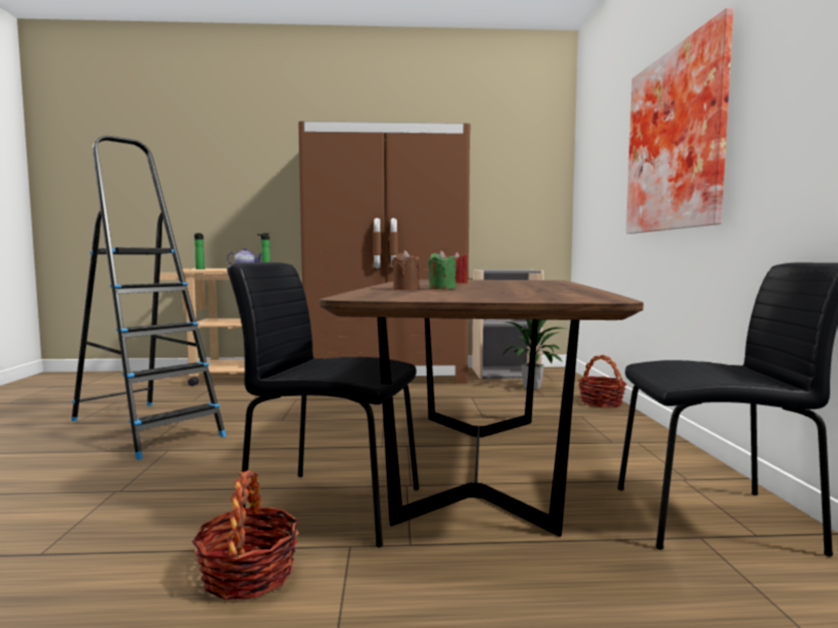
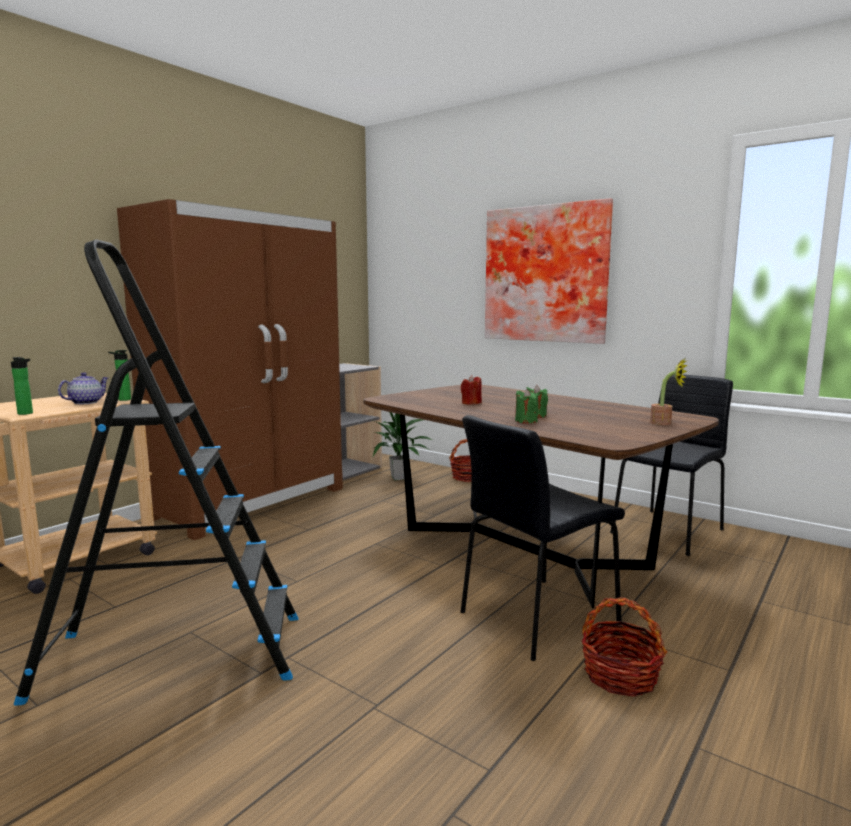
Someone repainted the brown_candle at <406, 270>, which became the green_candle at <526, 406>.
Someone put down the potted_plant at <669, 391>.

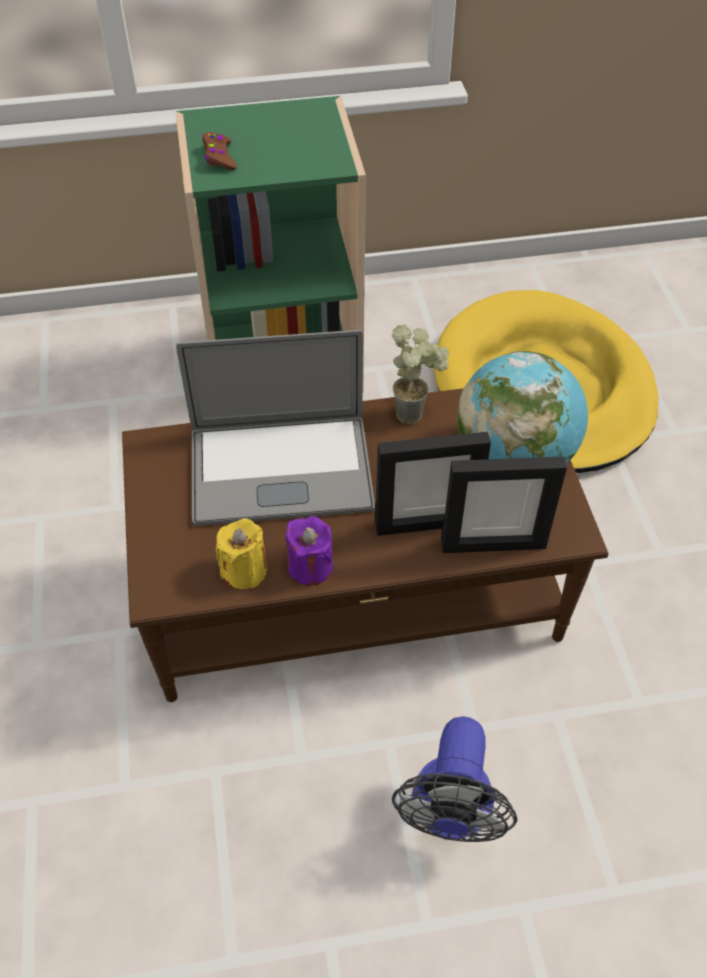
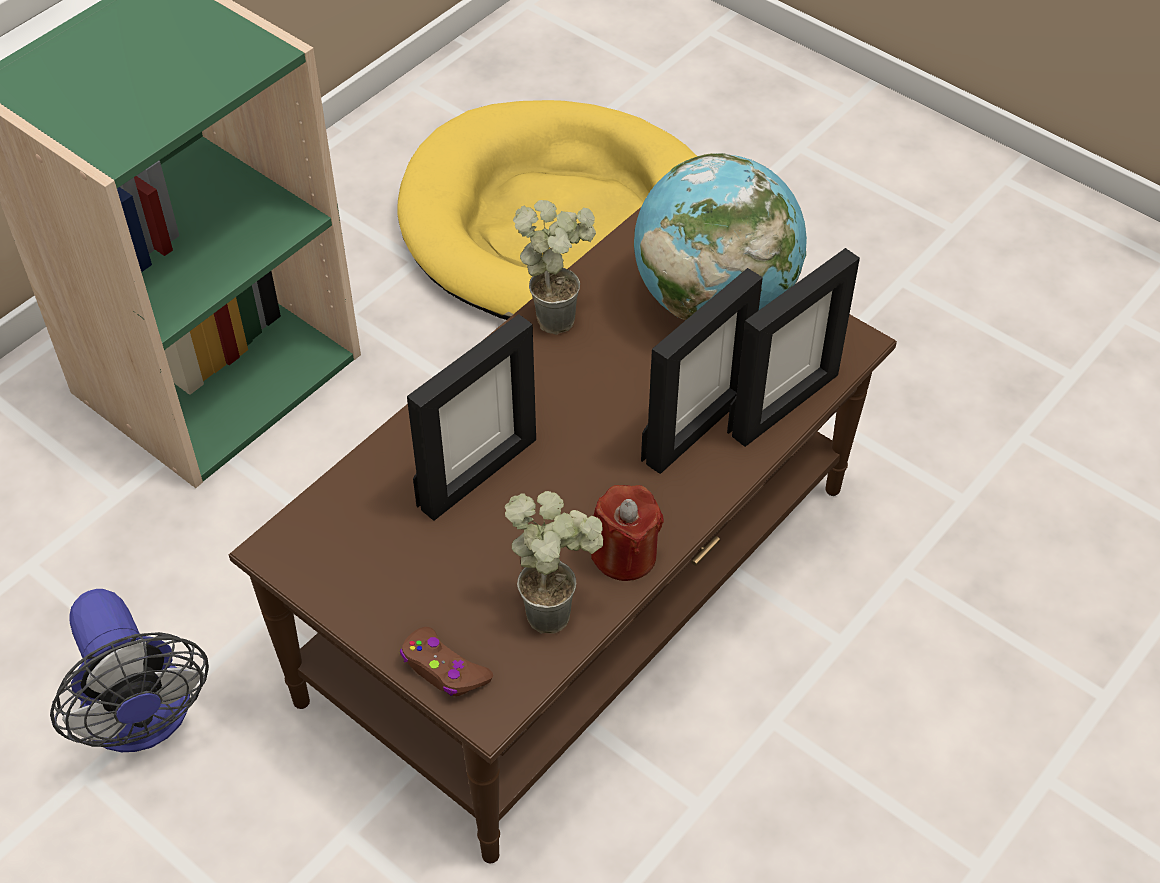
Someone carried the brown_game_controller from <219, 151> to <446, 661>.
Someone swapped the laptop at <275, 428> for the picture_frame at <471, 417>.
Someone repainted the purple_candle at <309, 551>, which became the red_candle at <627, 533>.
Someone swapped the yellow_candle at <241, 553> for the potted_plant at <554, 562>.
Someone carried the fan from <454, 779> to <129, 670>.

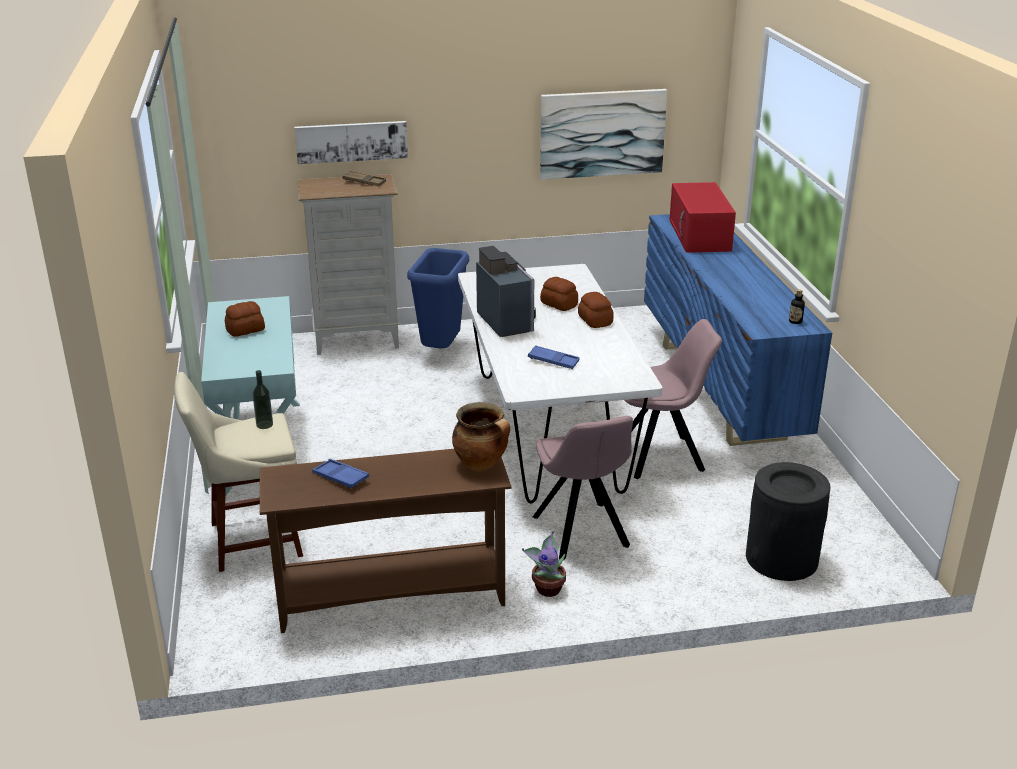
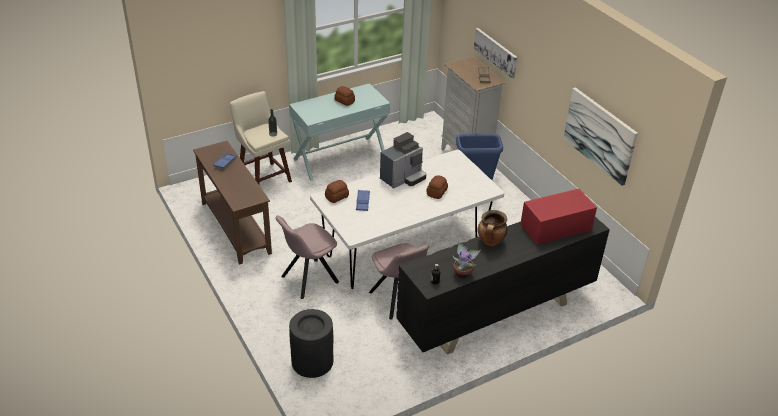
Someone repainted the blue_cabinet at <738, 330>, which became the black_cabinet at <503, 286>.
Someone carried the bread from <596, 310> to <337, 191>.
Someone carried the cooking_pot from <481, 436> to <493, 228>.
Someone carried the potted_plant from <544, 564> to <466, 260>.

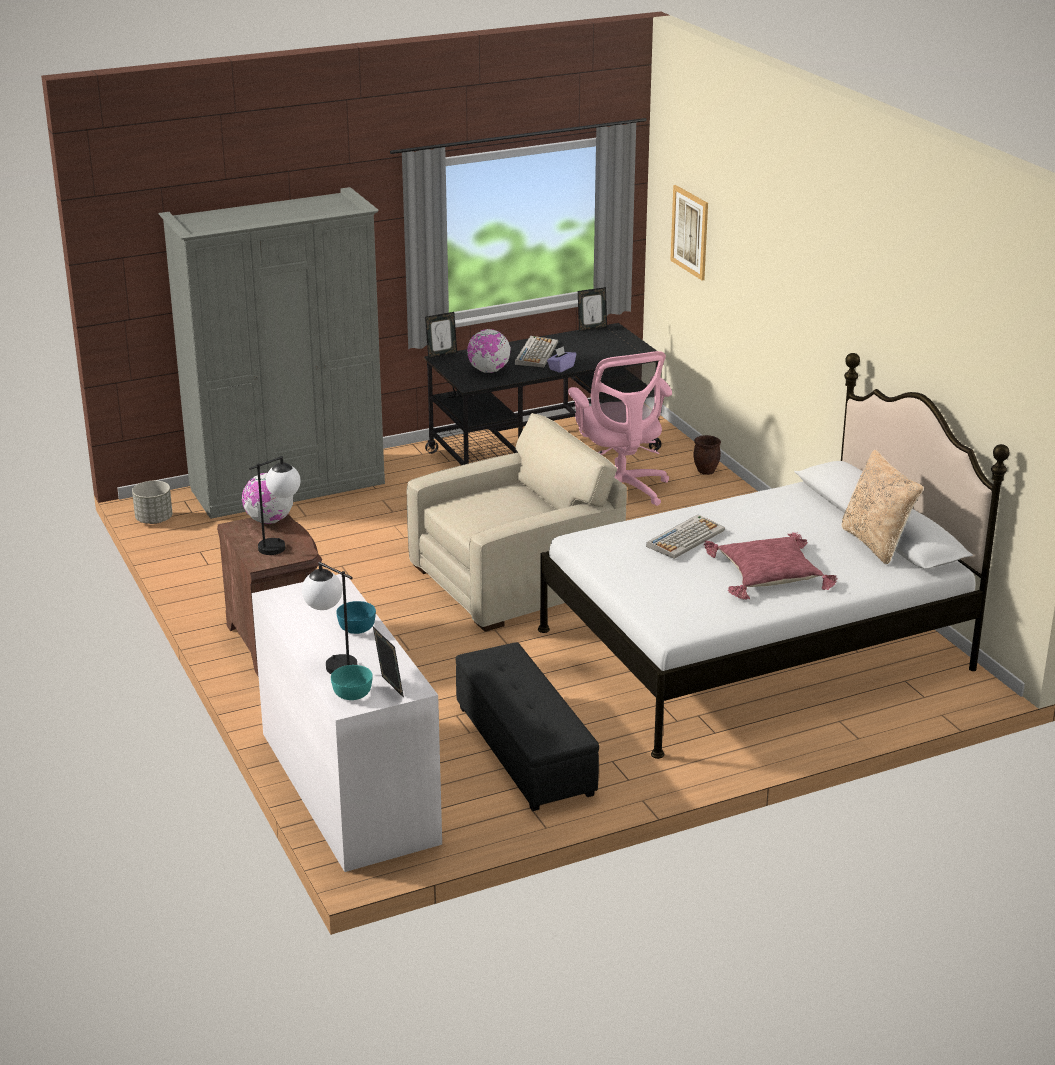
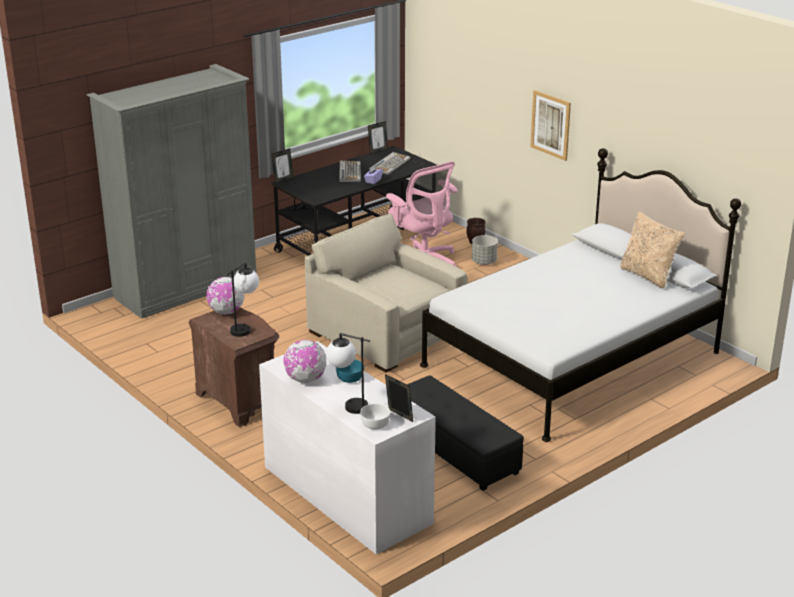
Someone carried the picture from <689, 233> to <550, 125>.
Someone carried the globe from <489, 351> to <305, 361>.
Someone rotated the beige_armchair at <517, 522> by 90 degrees counterclockwise.
Someone carried the grey_planter from <152, 502> to <485, 250>.
Someone carried the keyboard from <685, 537> to <392, 163>.
Someone took away the red_pillow at <771, 566>.
Someone repainted the turquoise_bowl at <352, 682>, which became the white_bowl at <375, 416>.

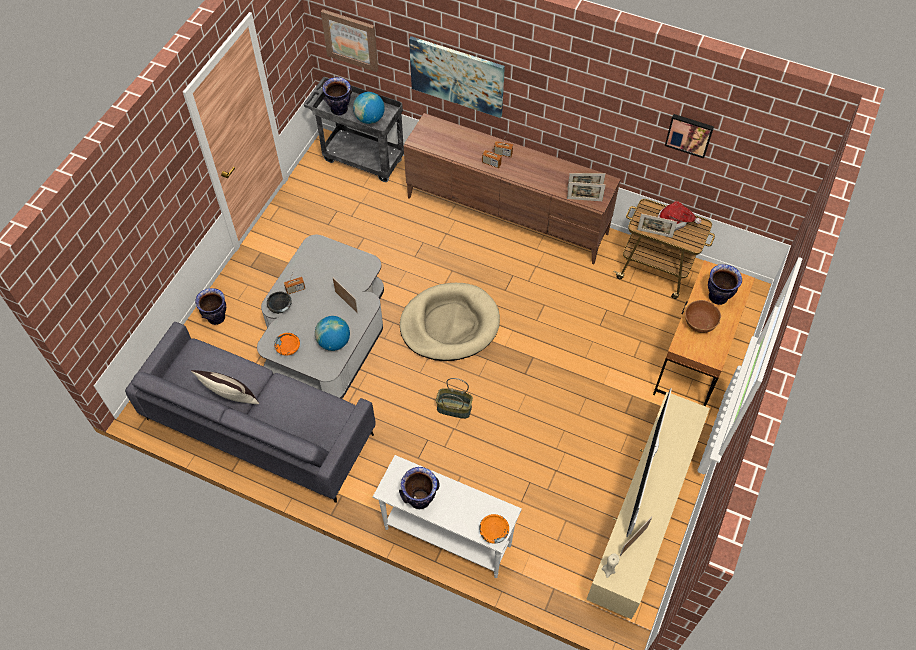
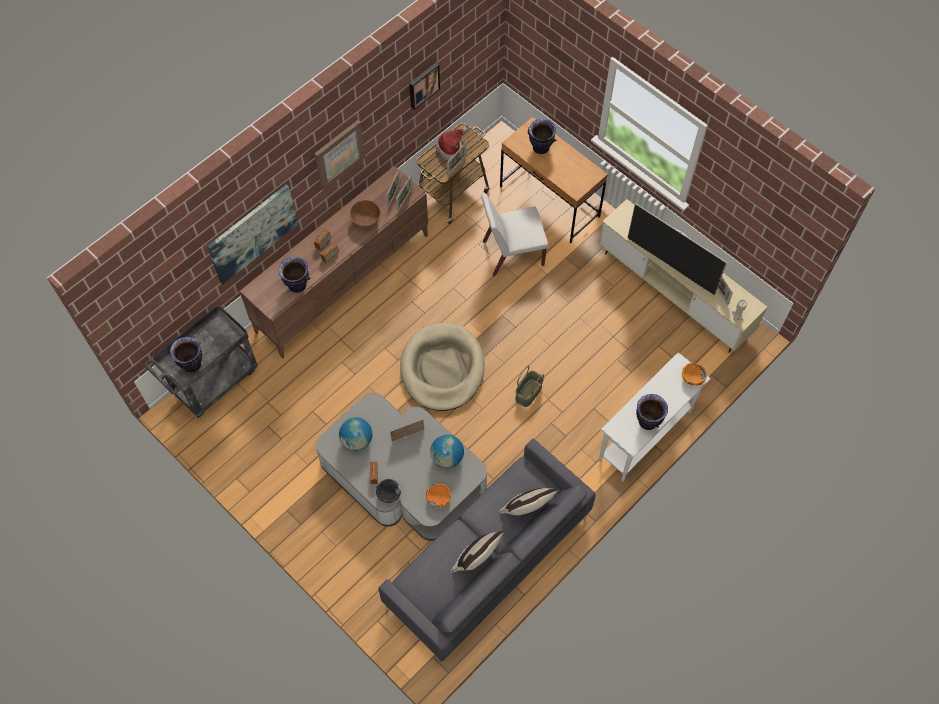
Someone carried the picture from <349, 40> to <339, 155>.
Someone carried the globe from <369, 108> to <356, 434>.
Someone carried the vase from <210, 306> to <294, 275>.
Someone carried the brown_bowl from <703, 316> to <365, 214>.
Someone put down the white_chair at <514, 234>.
Someone put down the pillow at <528, 501>.

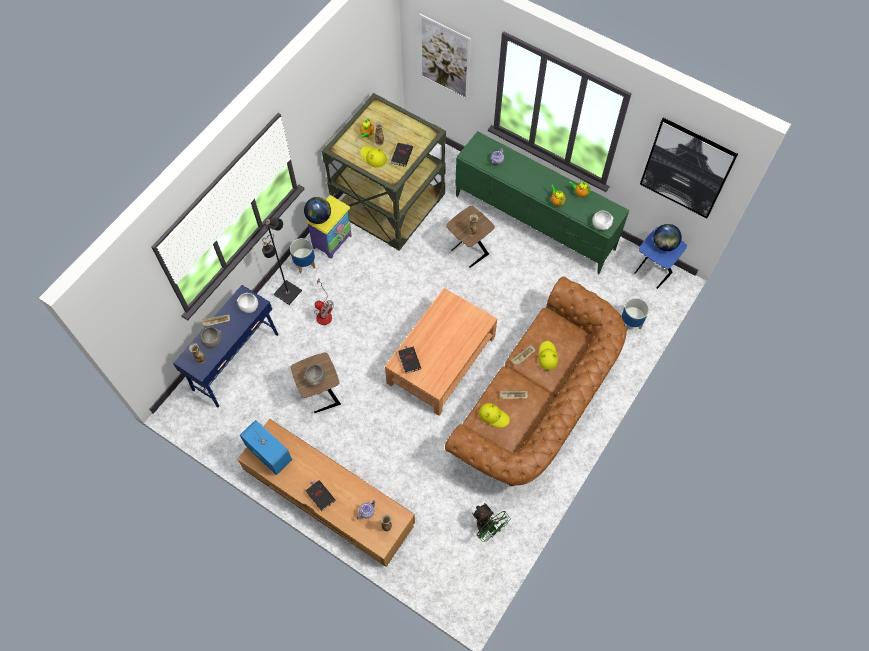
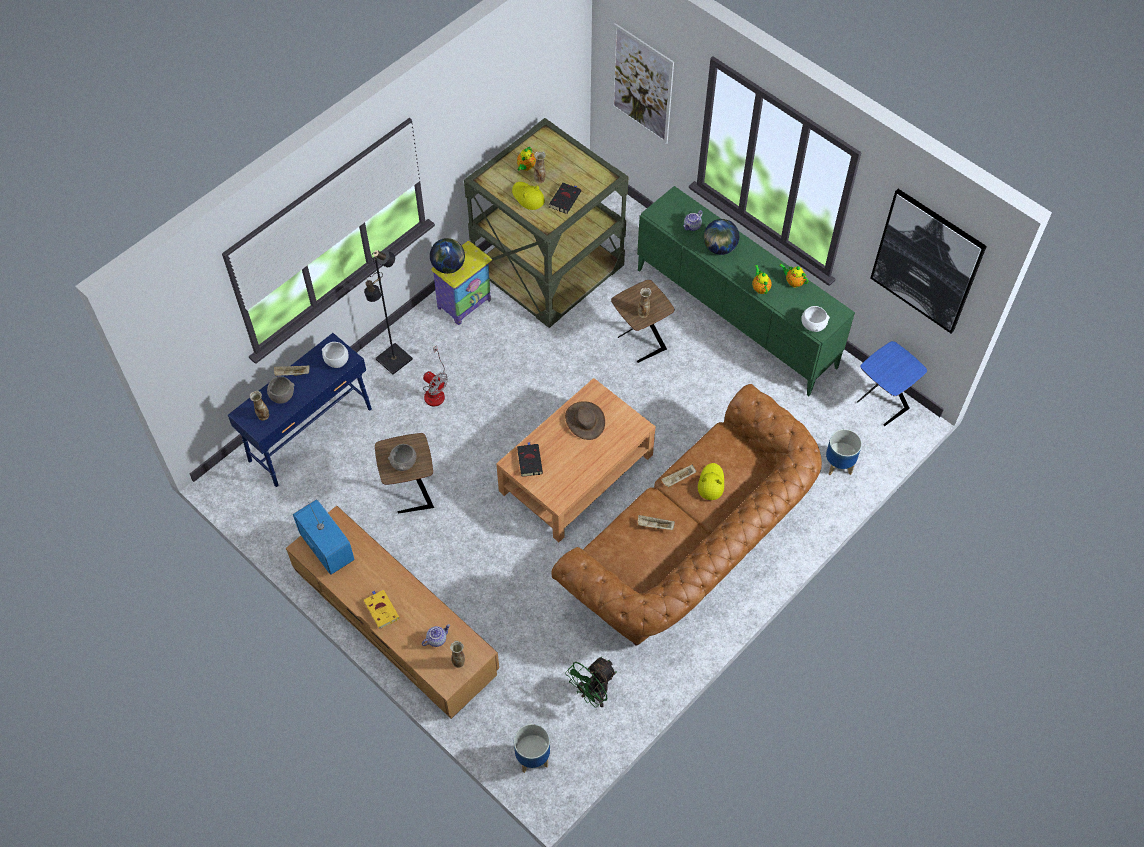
Someone carried the globe from <667, 237> to <721, 237>.
Someone carried the planter from <303, 255> to <532, 748>.
Someone took away the yellow_hat at <494, 415>.
Someone repainted the black_book at <320, 495>, which became the yellow_book at <382, 609>.
Someone rotated the green_fan at <491, 522> by 75 degrees clockwise.
Someone put down the brown_hat at <585, 420>.

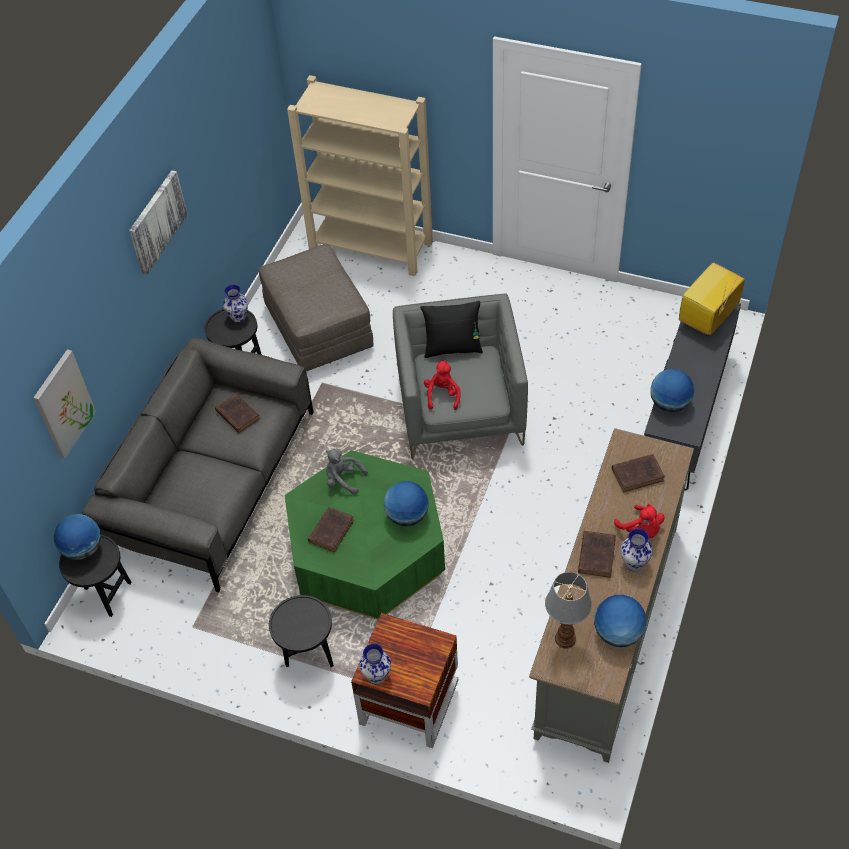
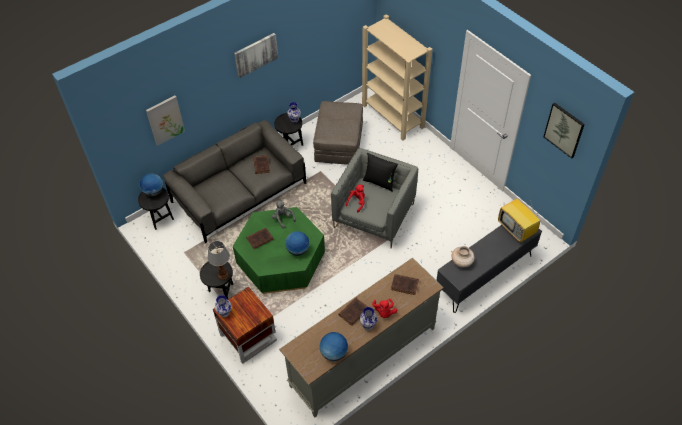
Someone rotated the television at <712, 299> by 105 degrees counterclockwise.
Someone swapped the globe at <672, 390> for the beige_vase at <463, 257>.
Someone carried the table_lamp from <568, 610> to <219, 260>.
Someone put up the picture at <564, 131>.

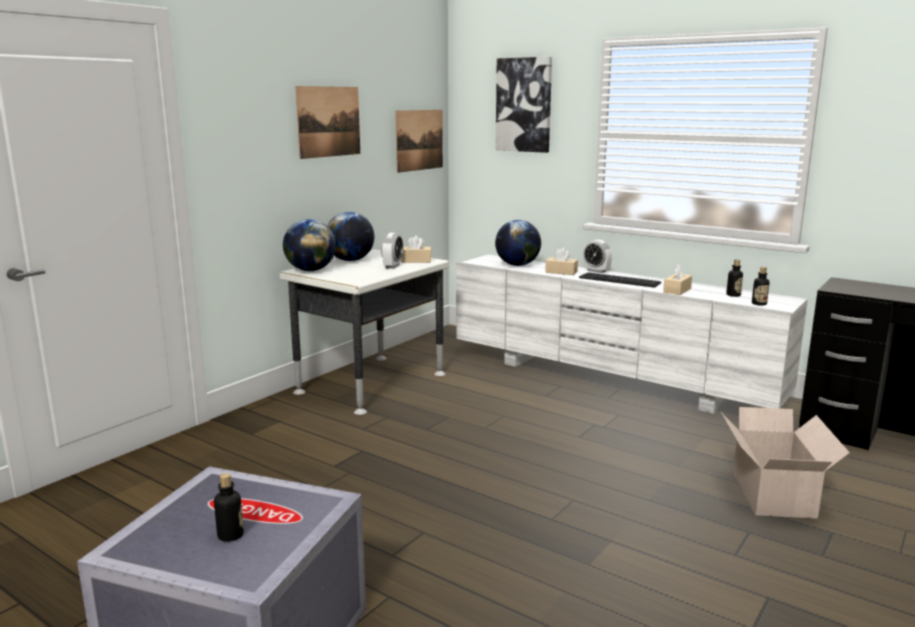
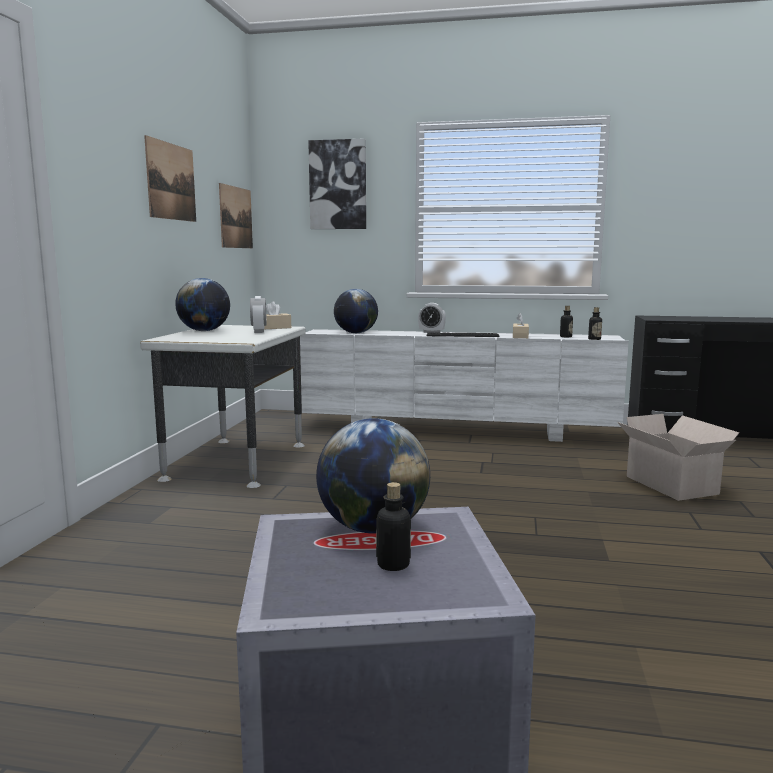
Someone carried the globe from <309, 245> to <373, 476>.
Someone took away the beige_tissue_box at <561, 261>.

